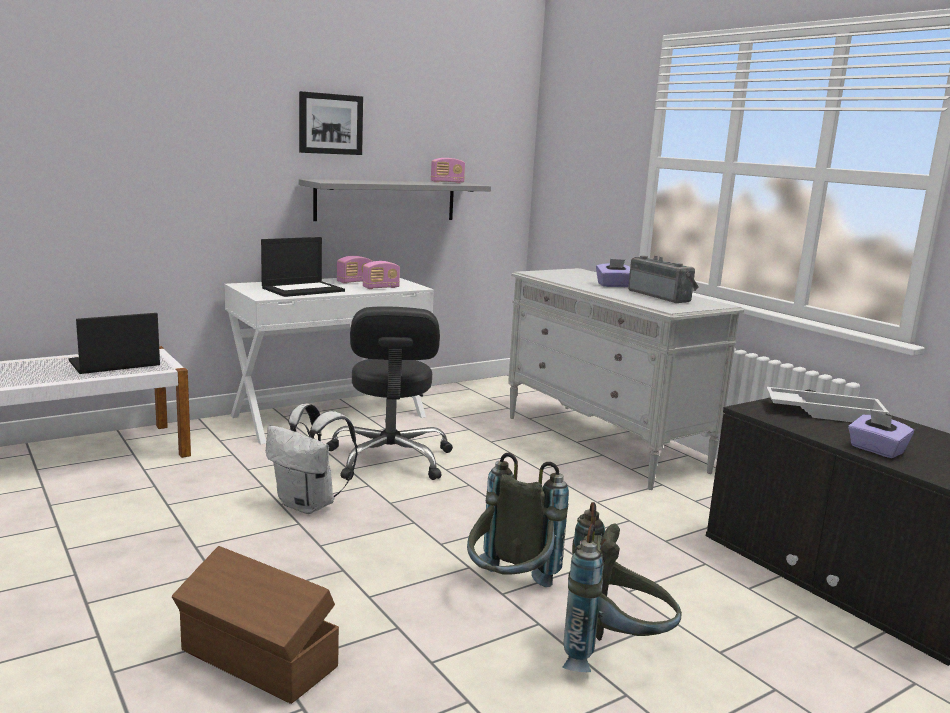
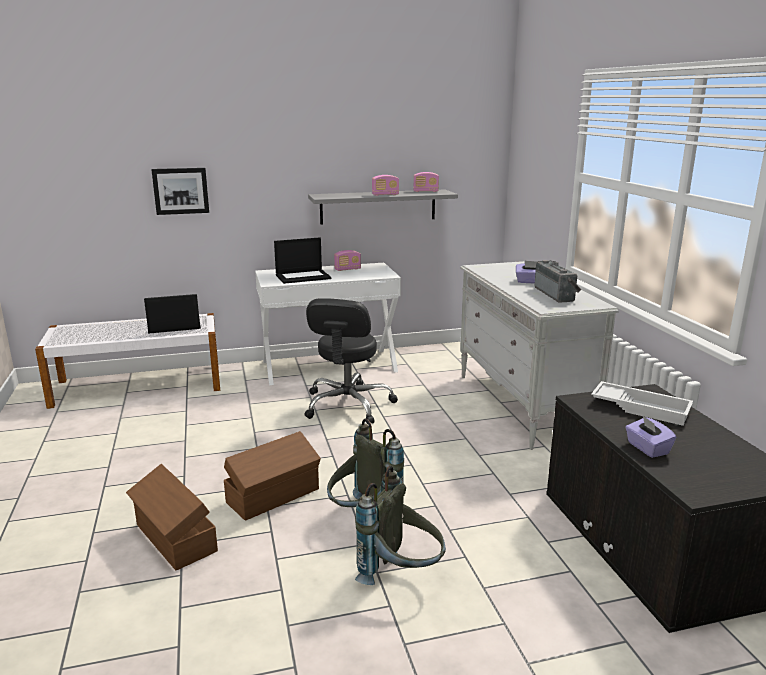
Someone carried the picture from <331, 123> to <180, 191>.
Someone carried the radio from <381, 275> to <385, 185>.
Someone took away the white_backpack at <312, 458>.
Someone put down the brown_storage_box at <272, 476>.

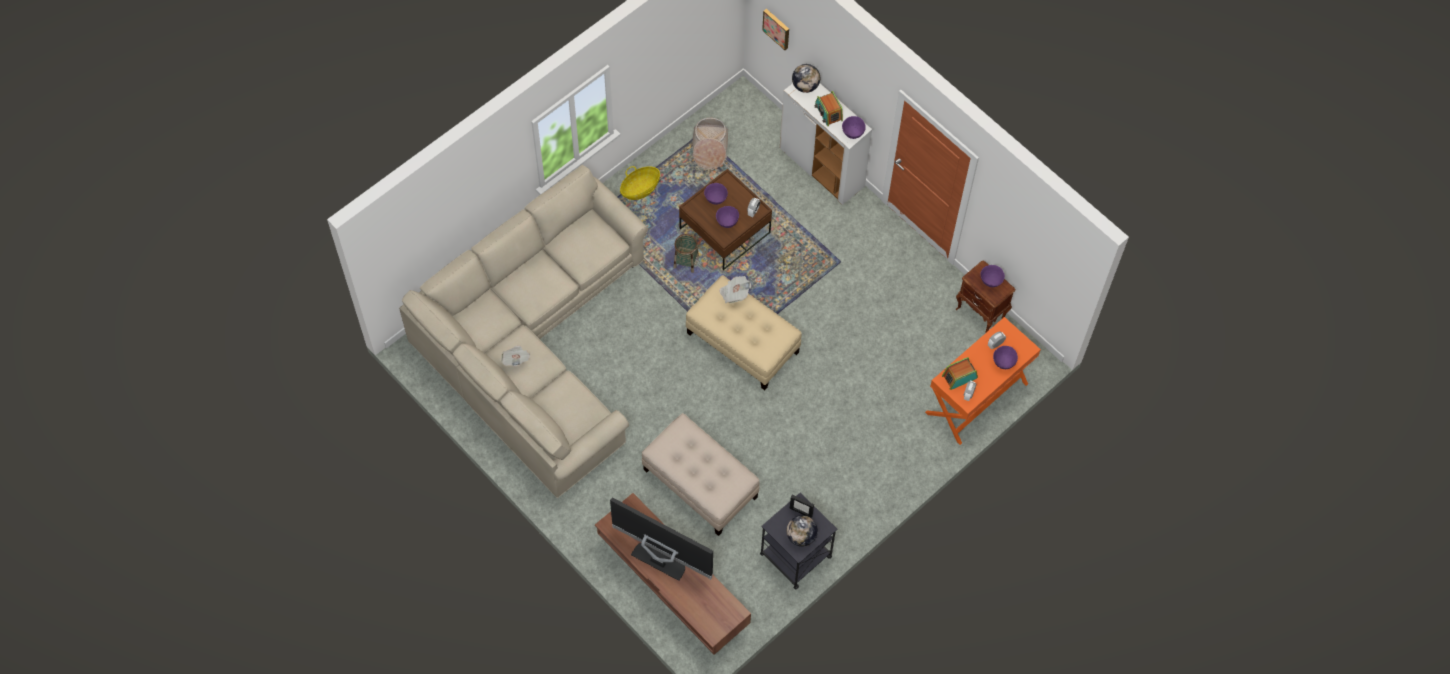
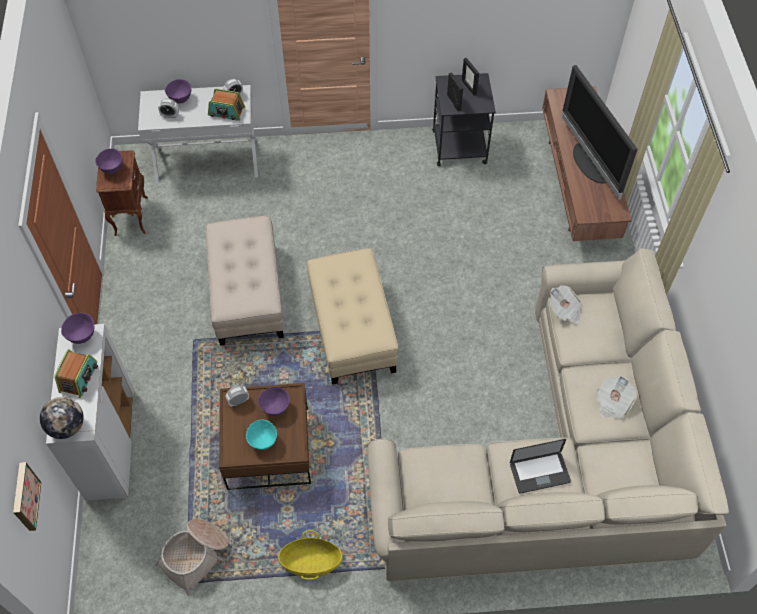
Someone repainted the purple_bowl at <716, 194>, which became the turquoise_bowl at <261, 434>.
Someone took away the basket at <686, 253>.
Someone carried the newspaper from <735, 289> to <566, 304>.
Someone repainted the orange_console_table at <983, 381>, which became the white_console_table at <198, 134>.
Someone carried the beige_ottoman from <701, 474> to <244, 281>.
Someone swapped the globe at <802, 531> for the picture_frame at <470, 77>.
Someone put down the laptop at <540, 466>.

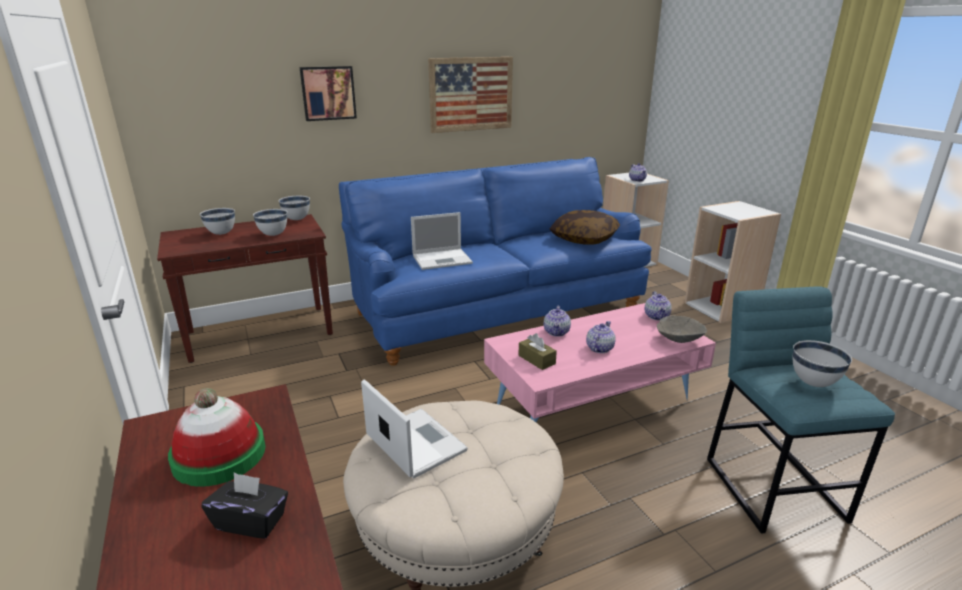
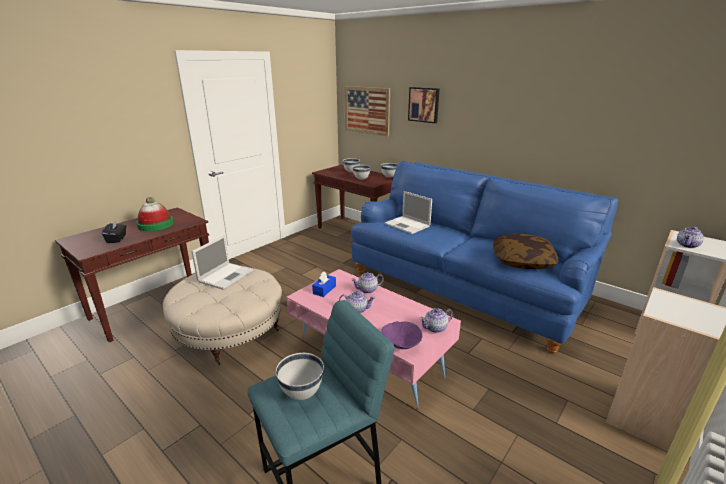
Someone carried the picture from <470, 95> to <367, 111>.
Someone repainted the grey_bowl at <682, 329>, which became the purple_bowl at <402, 335>.
Someone repainted the brown_tissue_box at <537, 351>, which became the blue_tissue_box at <324, 284>.

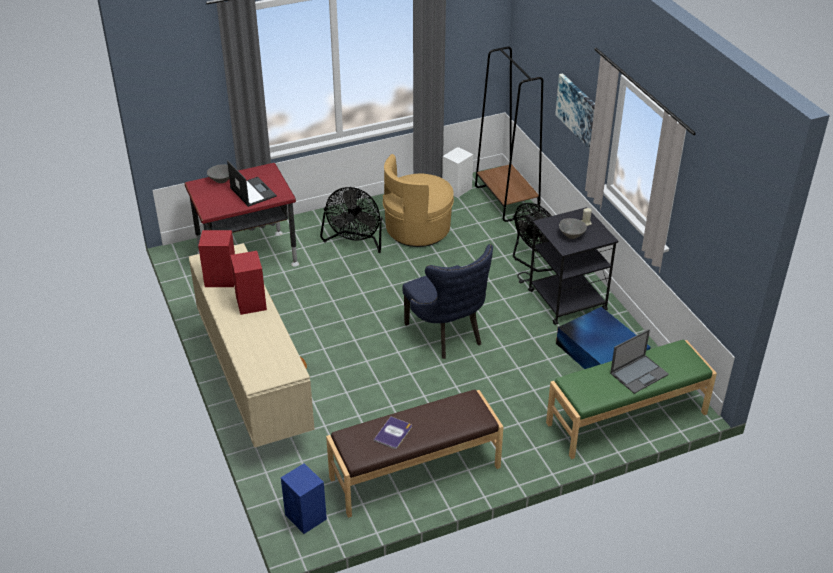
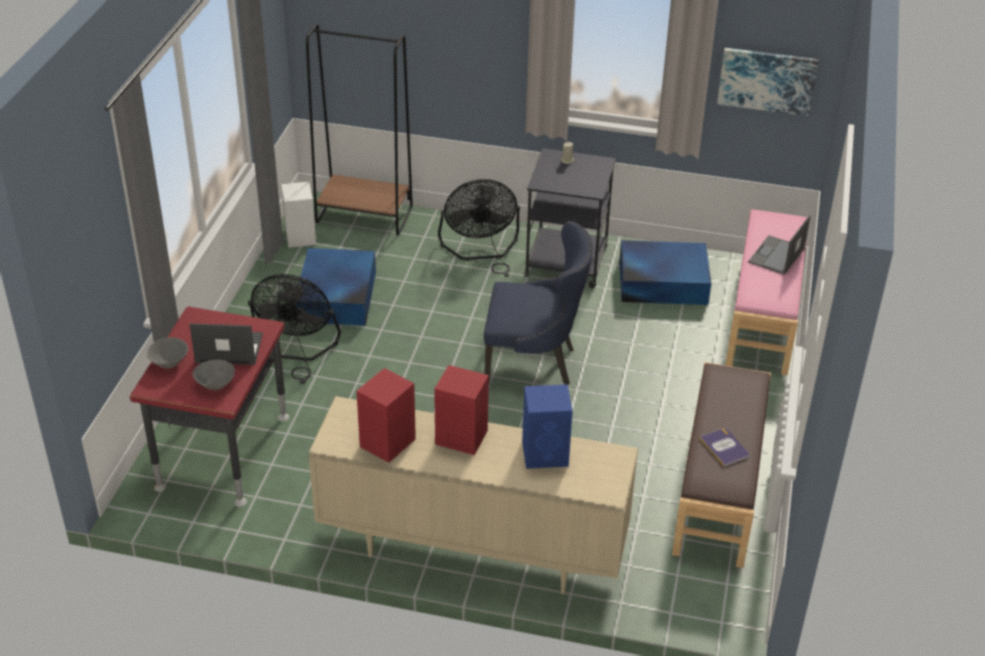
Someone carried the picture from <575, 111> to <768, 82>.
Someone swapped the beige_armchair at <418, 200> for the blue_storage_box at <335, 287>.
Someone rotated the black_fan at <351, 220> by 135 degrees counterclockwise.
Someone carried the grey_bowl from <573, 228> to <214, 374>.
Someone rotated the laptop at <639, 361> by 150 degrees counterclockwise.
Someone repainted the green_bench at <631, 399>, which became the pink_bench at <766, 292>.
Someone carried the blue_speaker from <304, 498> to <547, 426>.

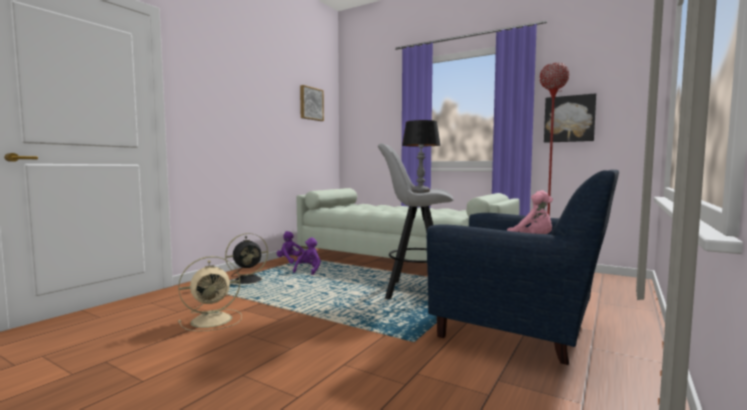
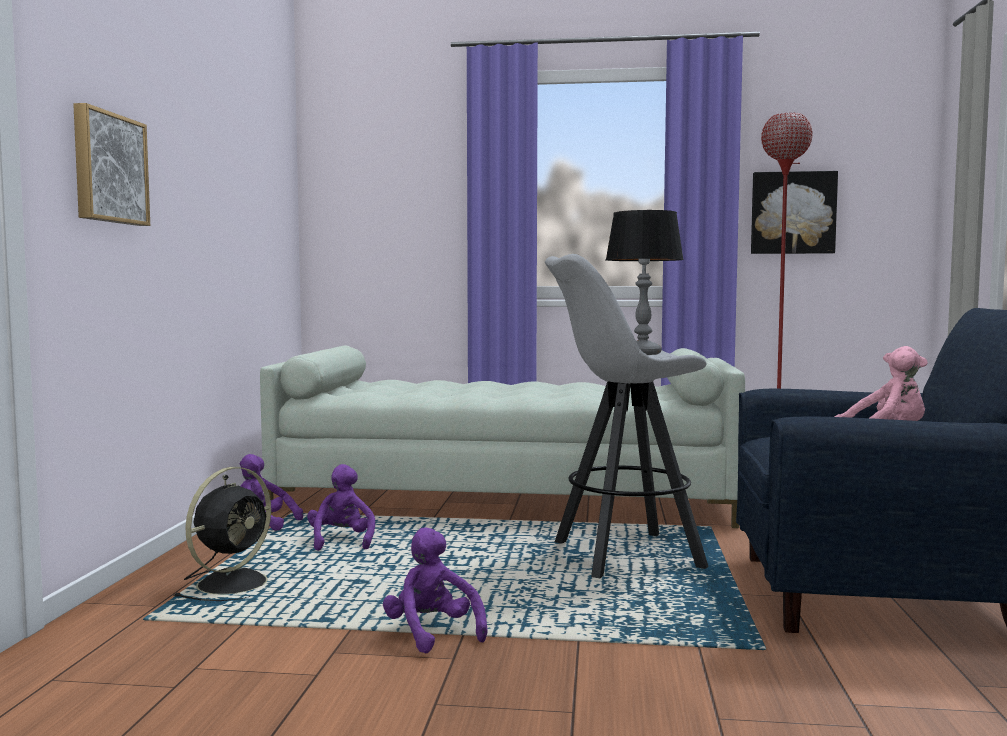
Someone carried the picture from <312, 103> to <111, 164>.
Someone took away the beige_fan at <210, 293>.
Someone put down the purple_plush_toy at <435, 590>.

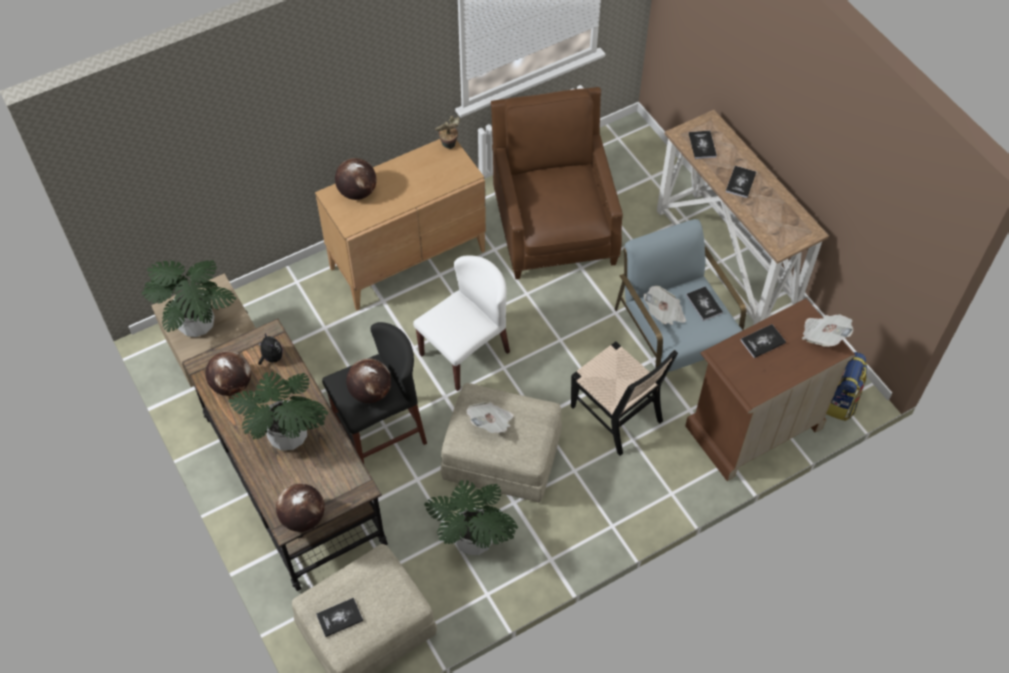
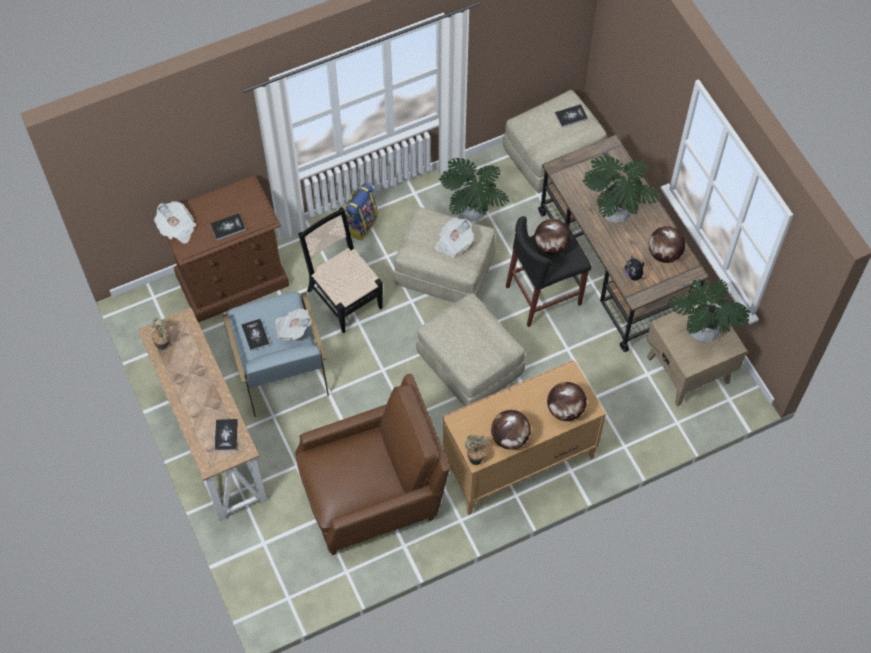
Someone rotated the brown_armchair at <557, 183> by 105 degrees counterclockwise.
Someone took away the book at <741, 182>.
Someone swapped the white_chair at <461, 323> for the beige_ottoman at <470, 350>.
Someone carried the backpack from <846, 386> to <361, 212>.
Someone carried the globe from <300, 507> to <511, 430>.
Someone put down the potted_plant at <160, 334>.

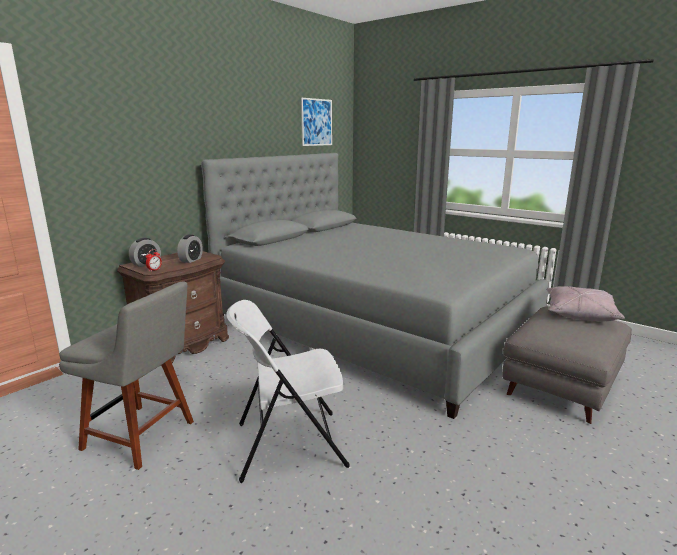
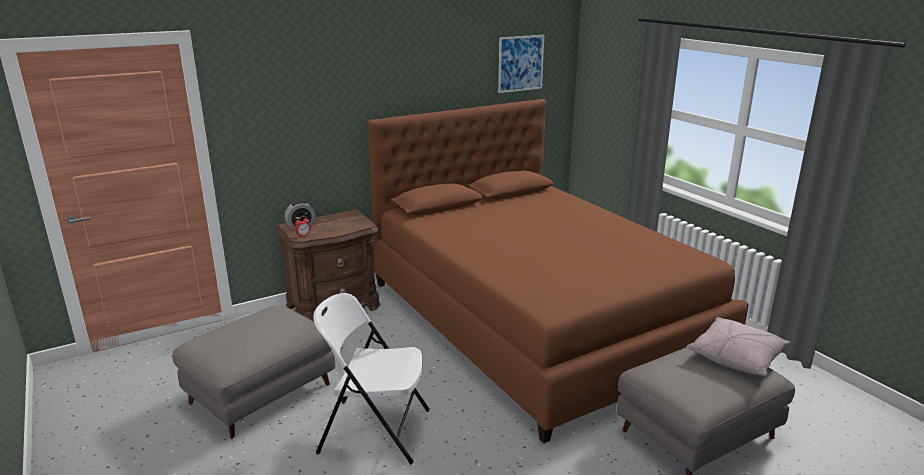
Someone repainted the grey_bed at <375, 286>, which became the brown_bed at <558, 271>.
Someone took away the alarm_clock at <190, 249>.
Someone swapped the grey_chair at <126, 375> for the grey_ottoman at <253, 372>.

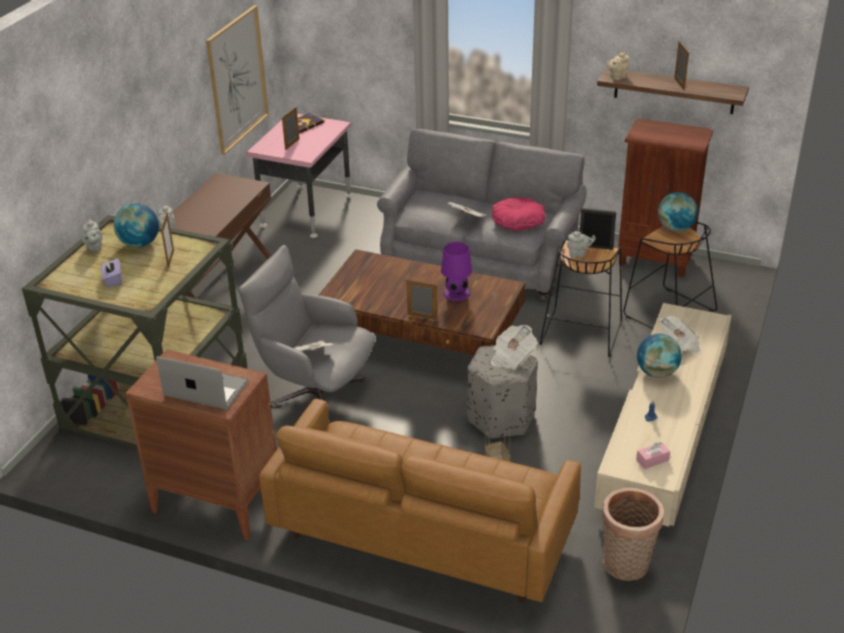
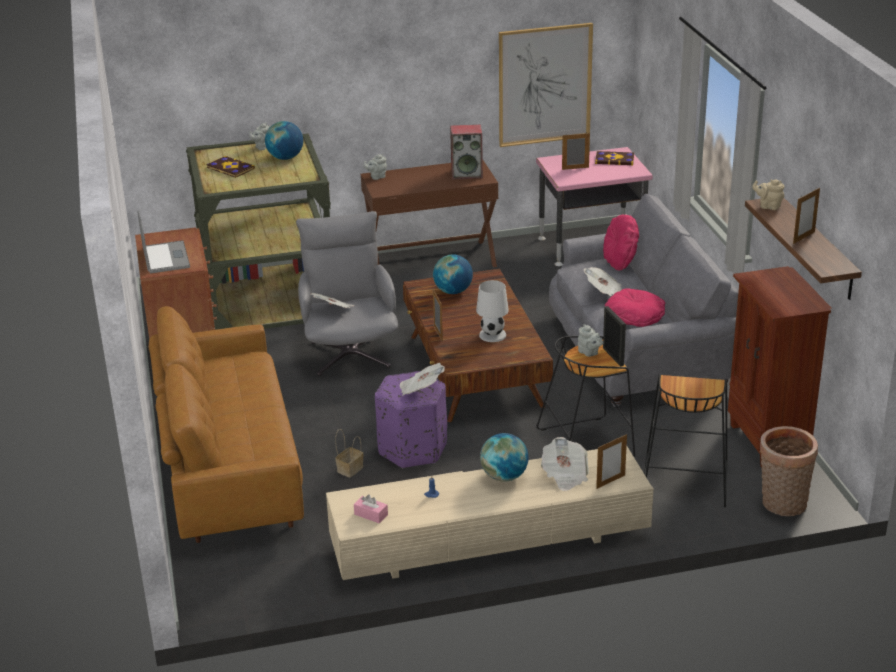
Someone carried the globe from <678, 212> to <453, 274>.
Someone carried the picture_frame from <167, 240> to <611, 461>.
Someone repainted the purple_table_lamp at <456, 271>, which became the white_table_lamp at <492, 311>.
Someone swapped the purple_tissue_box at <111, 272> for the book at <230, 167>.
Someone repainted the grey_ottoman at <502, 392>, which became the purple_ottoman at <411, 419>.
Someone carried the basket from <633, 534> to <789, 471>.
Someone put down the speaker at <466, 152>.
Someone put down the pink_pillow at <621, 243>.

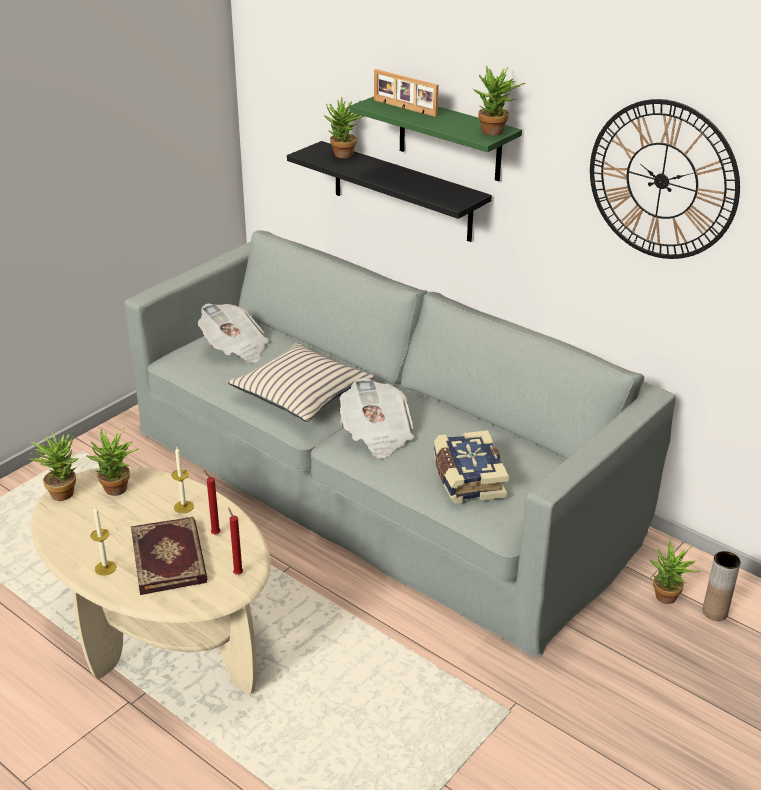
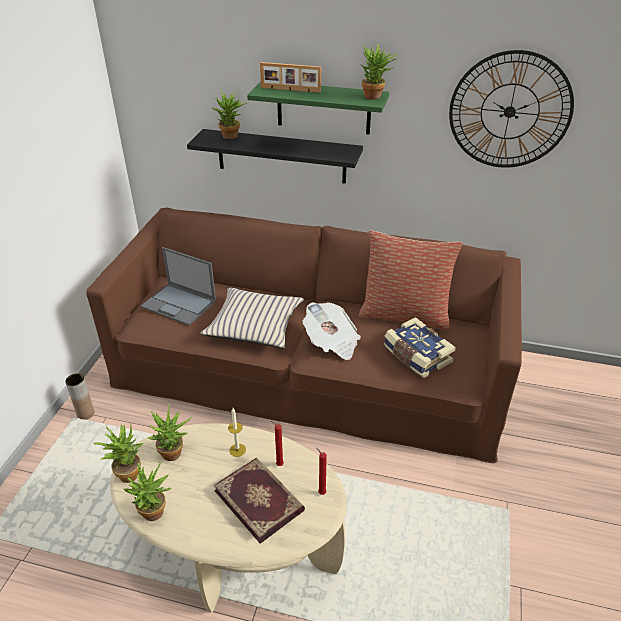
Someone repainted the grey_sofa at <400, 443>, which became the brown_sofa at <304, 335>.
Someone swapped the newspaper at <233, 333> for the laptop at <178, 286>.
Someone took away the candle at <103, 541>.
Someone carried the potted_plant from <674, 572> to <147, 491>.
Someone carried the brown_vase from <721, 586> to <79, 397>.
Someone put down the pillow at <410, 280>.

